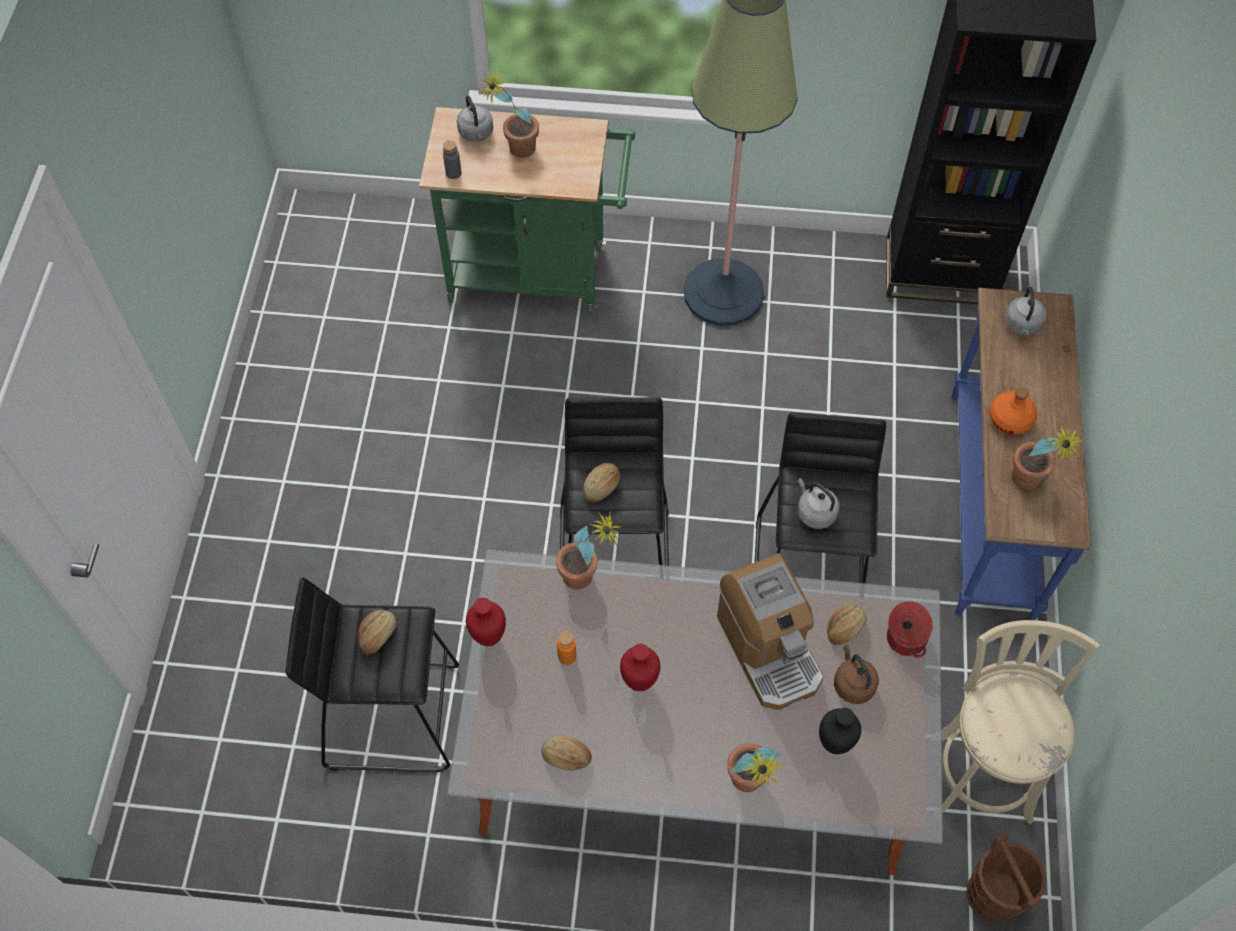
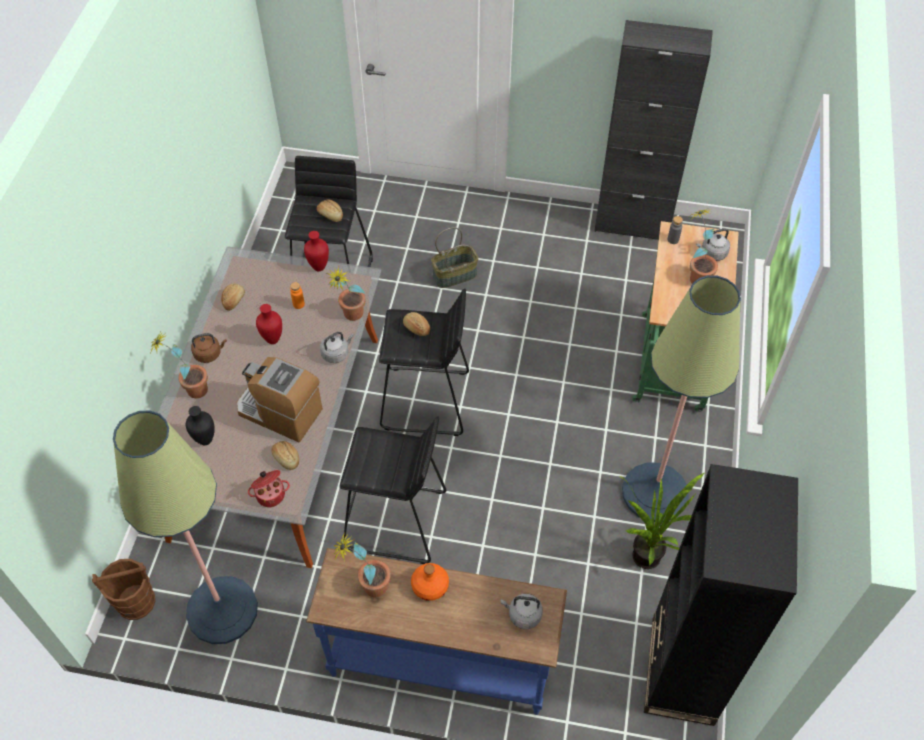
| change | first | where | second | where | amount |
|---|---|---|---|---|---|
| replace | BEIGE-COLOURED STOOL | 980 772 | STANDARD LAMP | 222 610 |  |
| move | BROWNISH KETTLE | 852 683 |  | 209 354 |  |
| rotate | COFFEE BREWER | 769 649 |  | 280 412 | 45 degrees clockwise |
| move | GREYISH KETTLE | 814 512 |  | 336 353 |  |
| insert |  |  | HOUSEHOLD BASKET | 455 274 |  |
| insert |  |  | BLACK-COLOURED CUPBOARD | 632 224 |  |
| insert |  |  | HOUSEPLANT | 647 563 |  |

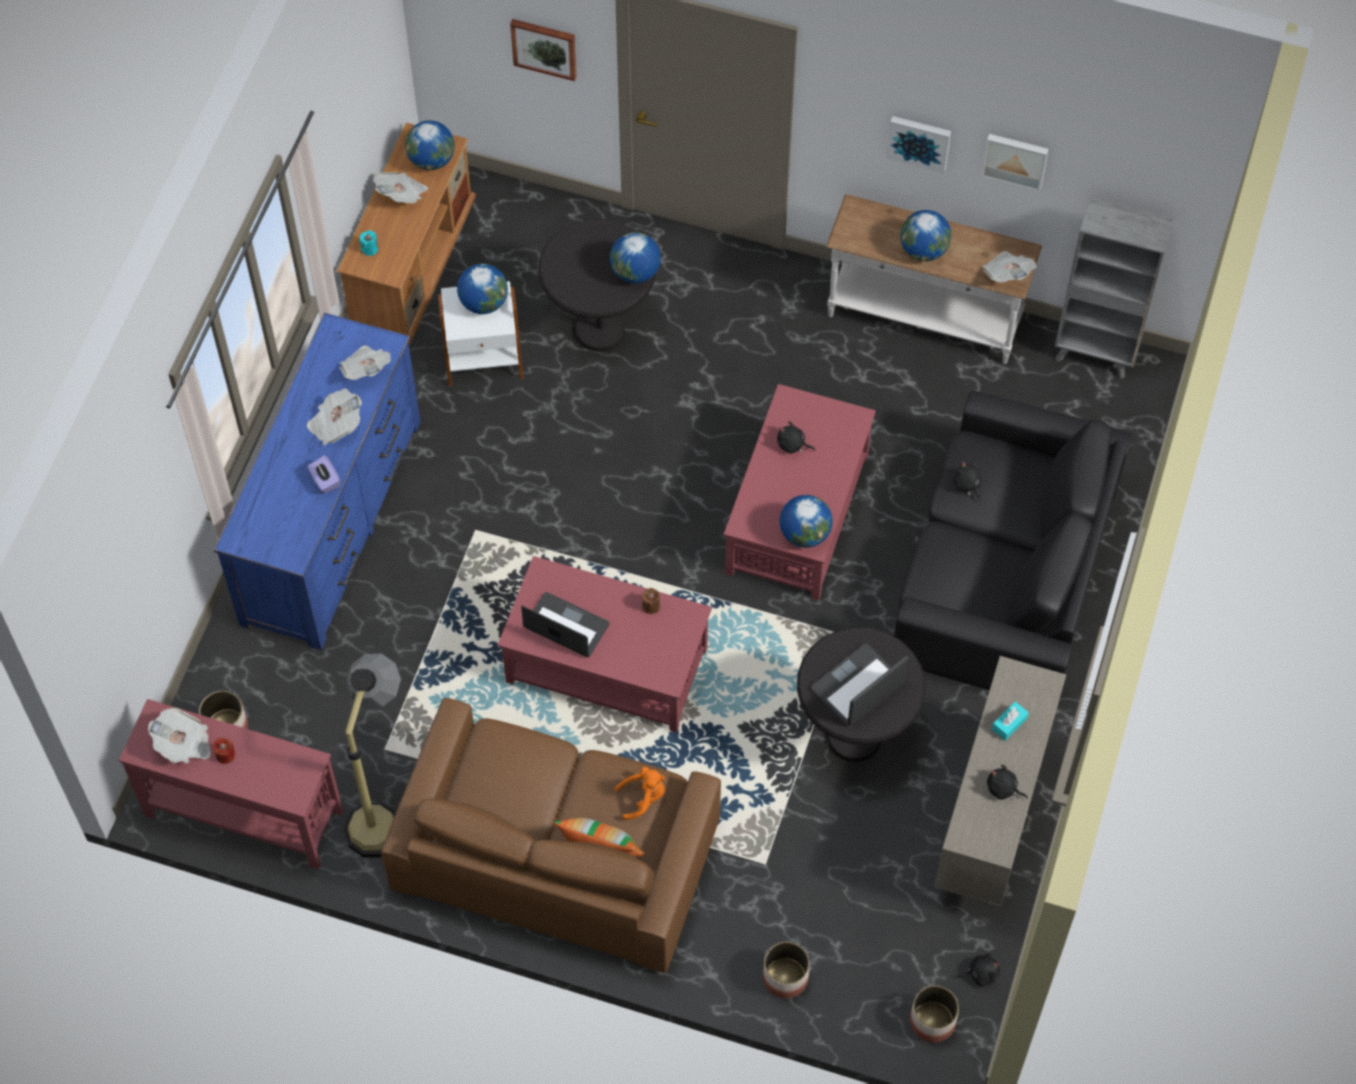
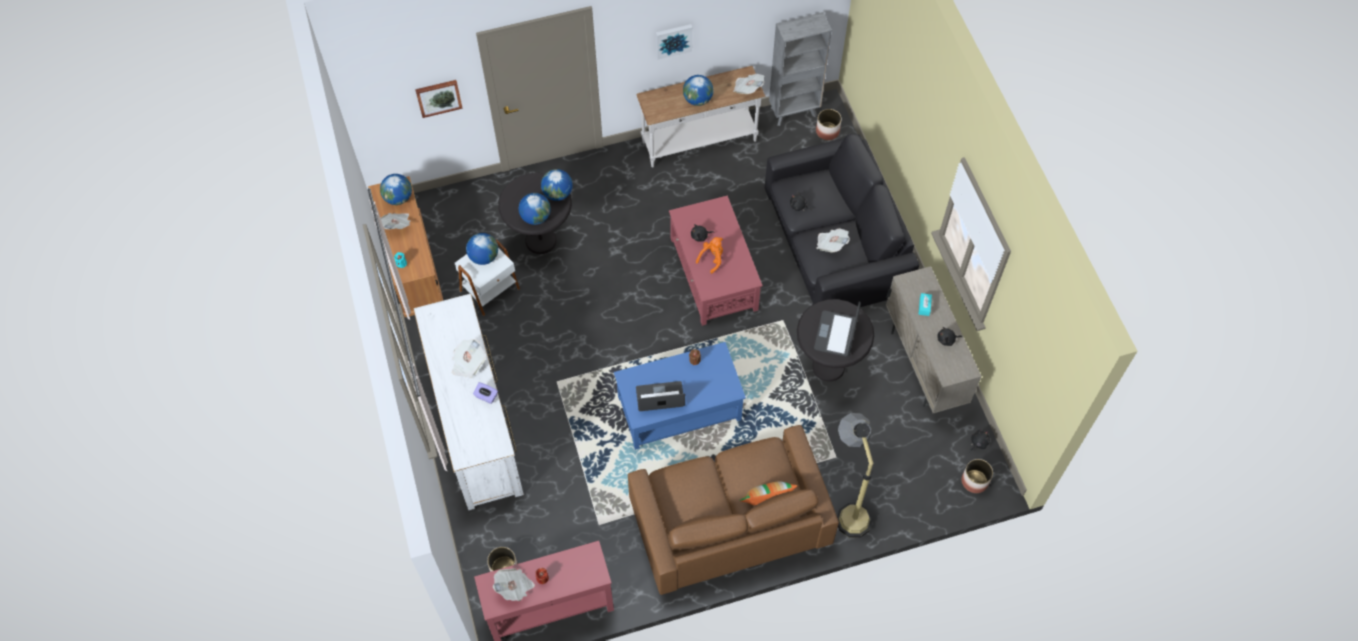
| change | first | where | second | where | amount |
|---|---|---|---|---|---|
| recolor | BLUE-COLOURED DRAWER CHEST | 332 521 | WHITE DRAWER CHEST | 475 424 |  |
| move | DESK GLOBE | 805 534 |  | 536 217 |  |
| recolor | REDDISH LOW TABLE | 606 664 | BLUE-COLOURED LOW TABLE | 678 408 |  |
| move | ORANGE-COLOURED CUDDLY TOY | 643 797 |  | 712 259 |  |
| move | PLANT POT | 785 977 |  | 827 131 |  |
| move | DAILY PAPER | 366 370 |  | 831 244 |  |
| move | STANDARD LAMP | 382 808 |  | 847 506 |  |
| delete | WALL ART | 1015 159 |  |  |  |

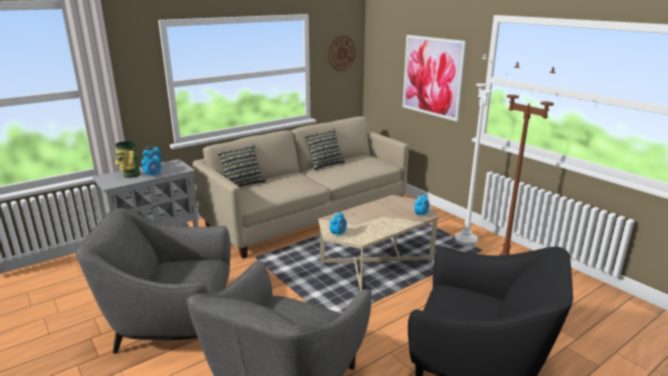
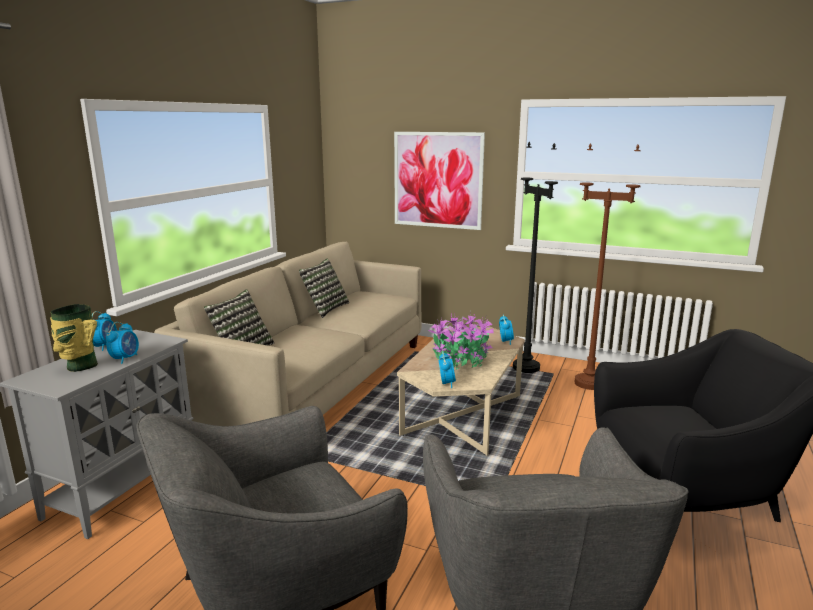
| change | first | where | second | where | amount |
|---|---|---|---|---|---|
| insert |  |  | HOUSEPLANT | 459 361 |  |
| recolor | WHITE STANDARD LAMP | 466 240 | BLACK-COLOURED STANDARD LAMP | 526 368 |  |
| delete | CLOCK ON THE WALL | 341 53 |  |  |  |

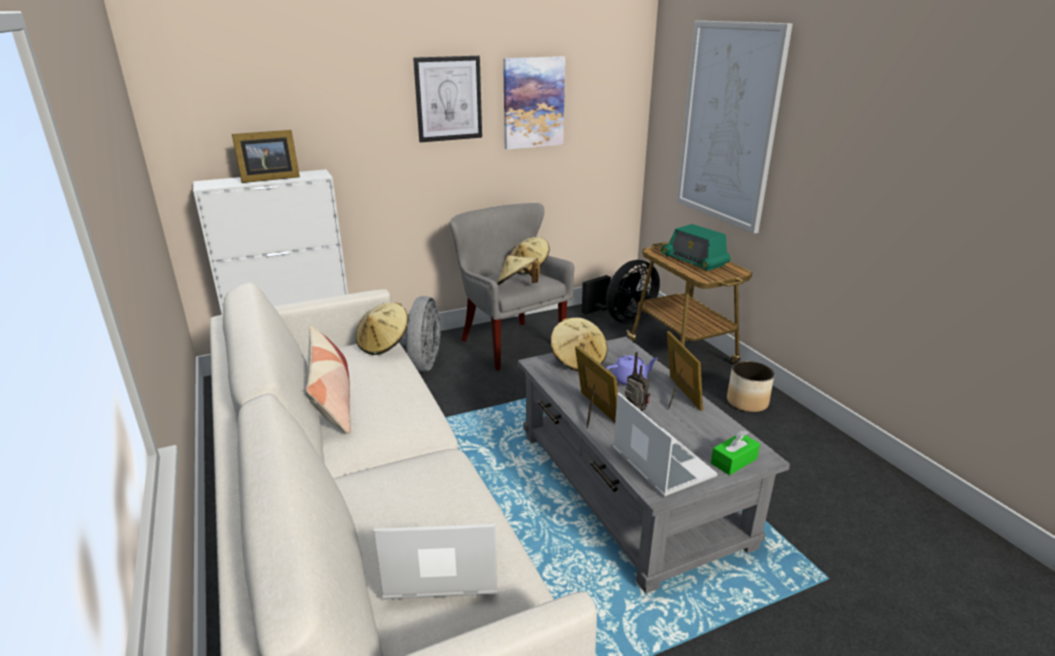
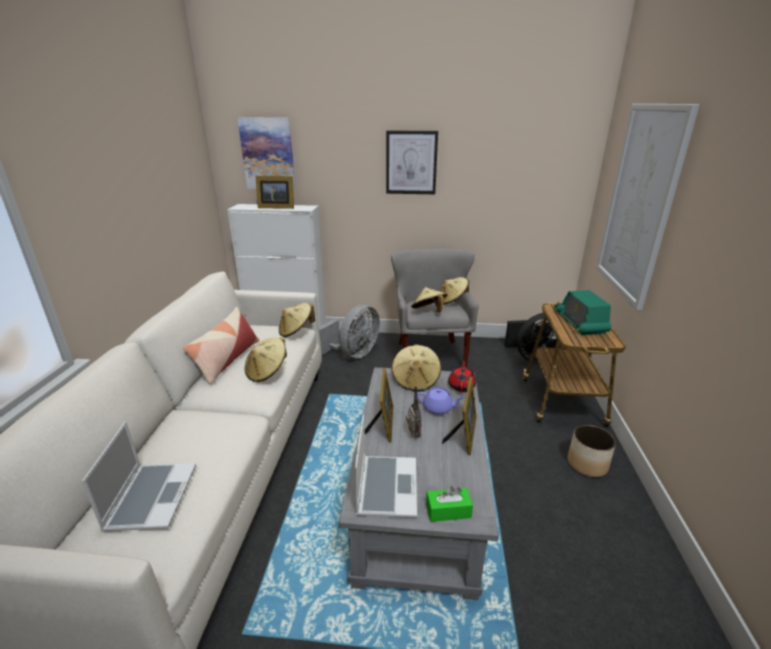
| change | first | where | second | where | amount |
|---|---|---|---|---|---|
| rotate | PORTABLE COMPUTER | 441 568 |  | 151 496 | 60 degrees clockwise |
| move | WALL ART | 533 103 |  | 268 154 |  |
| insert |  |  | BEIGE-COLOURED HAT | 267 372 |  |
| insert |  |  | REDDISH POT FOR TEA | 461 386 |  |

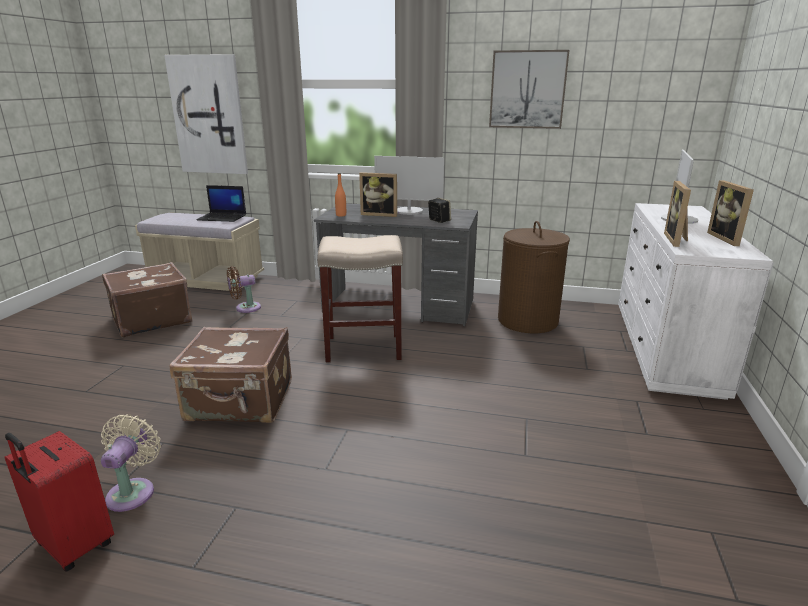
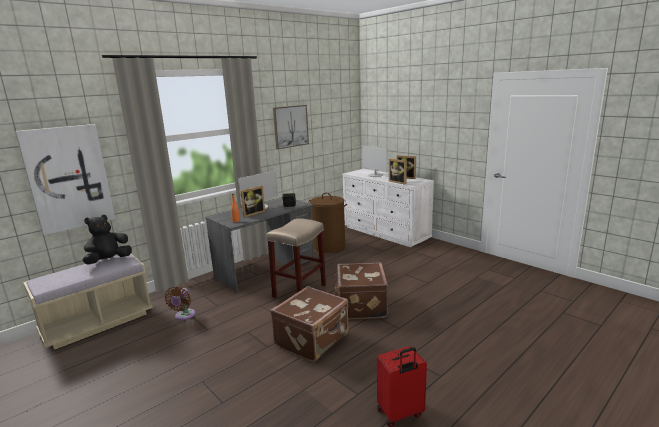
| change | first | where | second | where | amount |
|---|---|---|---|---|---|
| replace | PORTABLE COMPUTER | 223 217 | BLACK-COLOURED CUDDLY TOY | 108 260 |  |
| move | BROWNISH SUITCASE | 151 320 |  | 360 306 |  |
| delete | BEIGE-COLOURED COOLING FAN | 133 491 |  |  |  |

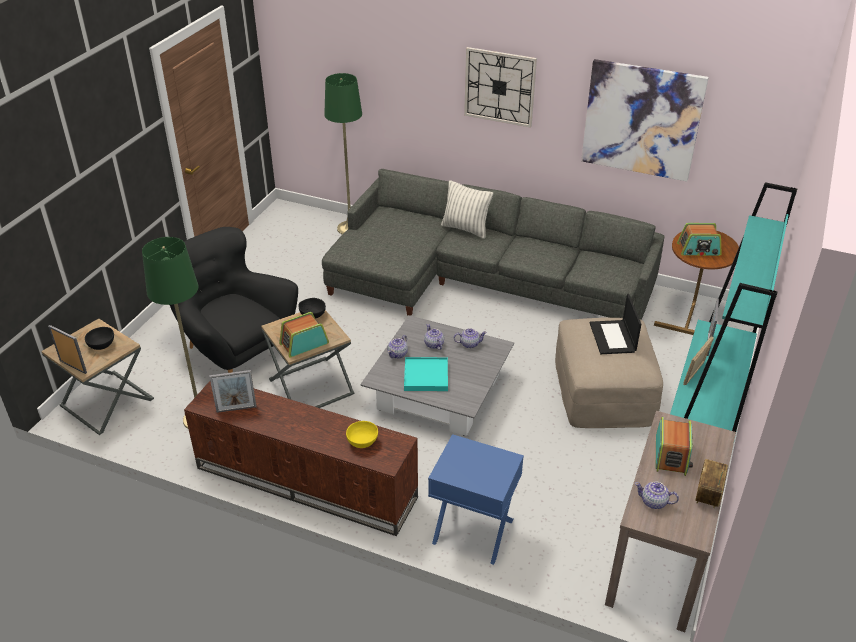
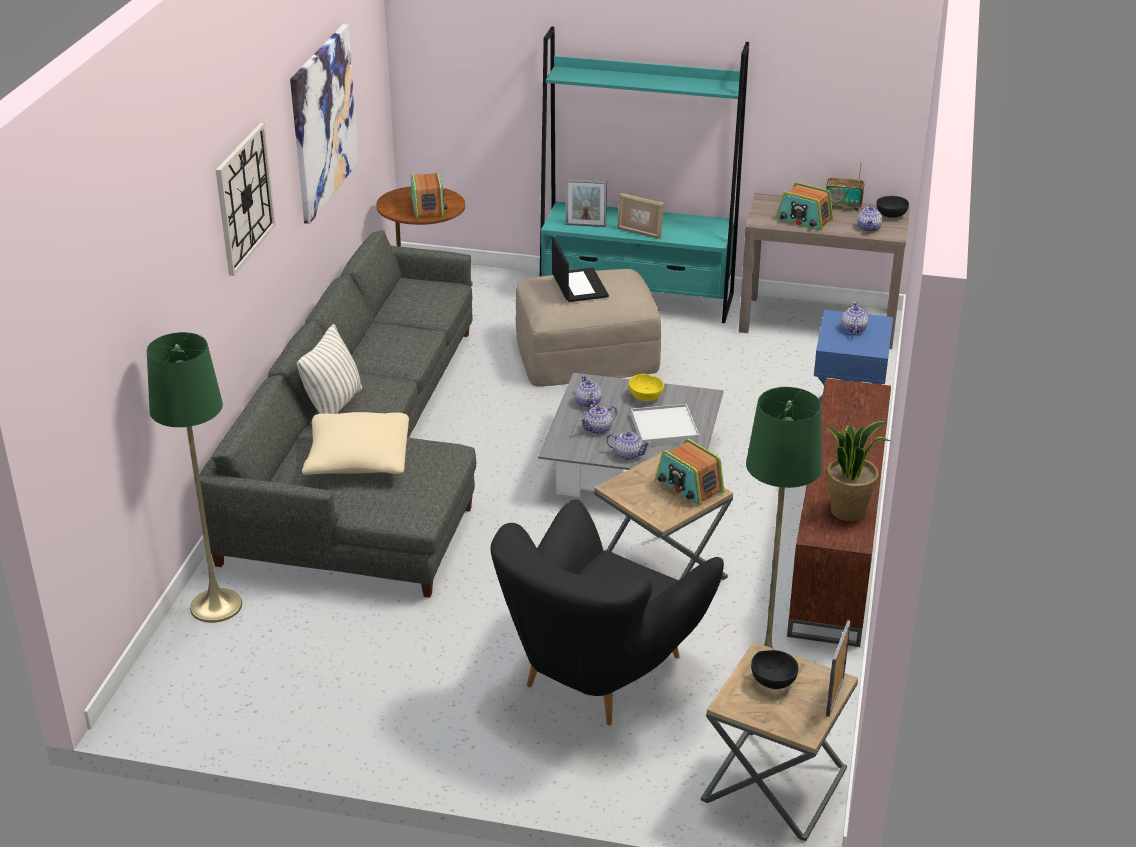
| change | first | where | second | where | amount |
|---|---|---|---|---|---|
| insert |  |  | BEIGE-COLOURED PILLOW | 358 459 |  |
| rotate | PORTABLE COMPUTER | 613 338 |  | 578 285 | 90 degrees counterclockwise |
| move | YELLOW-COLOURED BOWL | 363 442 |  | 646 397 |  |
| recolor | TURQUOISE-COLOURED SERVING TRAY | 426 376 | WHITE SERVING TRAY | 664 429 |  |
| rotate | RADIO | 671 455 |  | 804 220 | 150 degrees counterclockwise |
| replace | PHOTO FRAME | 236 409 | HOUSEPLANT | 848 510 |  |
| insert |  |  | POT FOR TEA | 853 329 |  |
| move | BLACK-COLOURED BOWL | 312 315 |  | 890 216 |  |

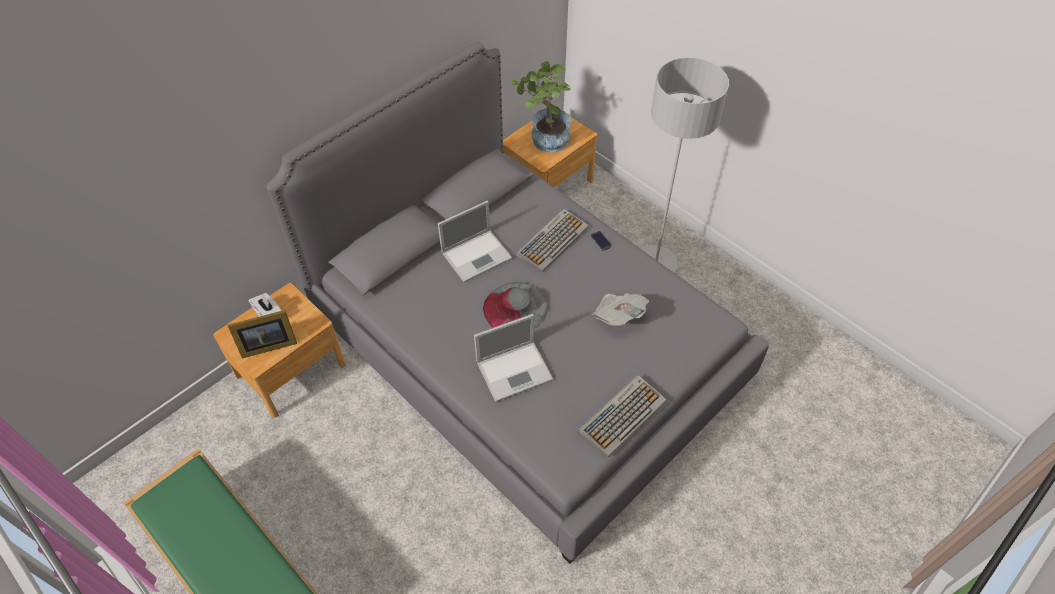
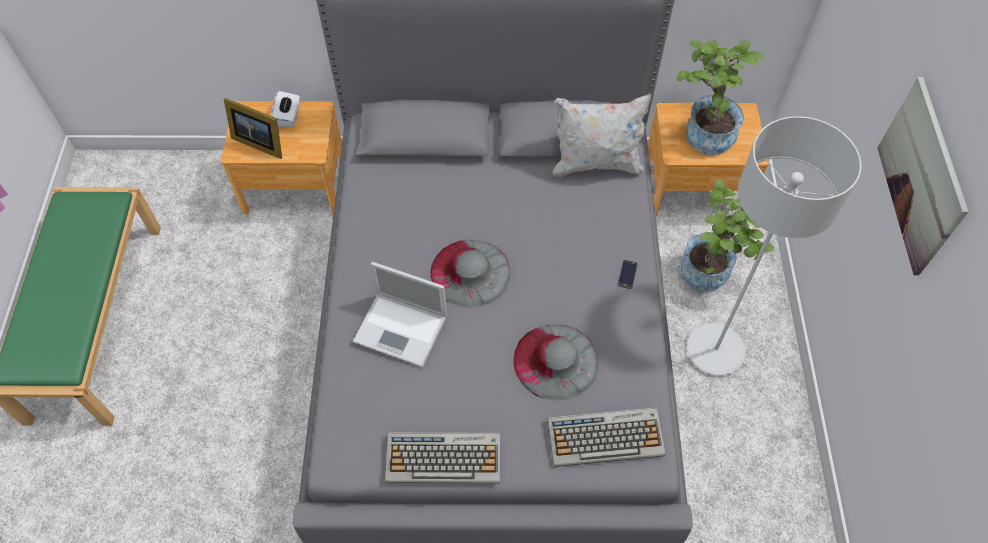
| change | first | where | second | where | amount |
|---|---|---|---|---|---|
| replace | DAILY PAPER | 618 315 | GREYISH HAT | 556 361 |  |
| move | PC KEYBOARD | 552 240 |  | 606 437 |  |
| insert |  |  | WHITE PILLOW | 596 164 |  |
| insert |  |  | HOUSEPLANT | 711 273 |  |
| insert |  |  | WALL ART | 921 176 |  |
| delete | PORTABLE COMPUTER | 477 255 |  |  |  |

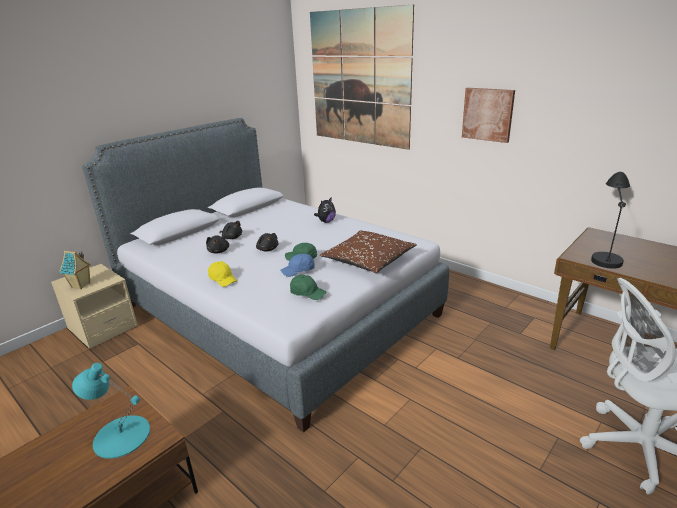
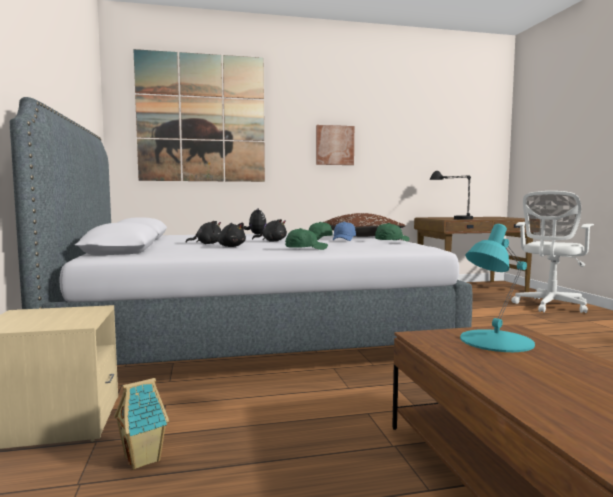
| change | first | where | second | where | amount |
|---|---|---|---|---|---|
| move | TOY HOUSE | 81 285 |  | 144 459 |  |
| recolor | YELLOW-COLOURED PEAKED CAP | 223 279 | GREENISH PEAKED CAP | 305 249 |  |

